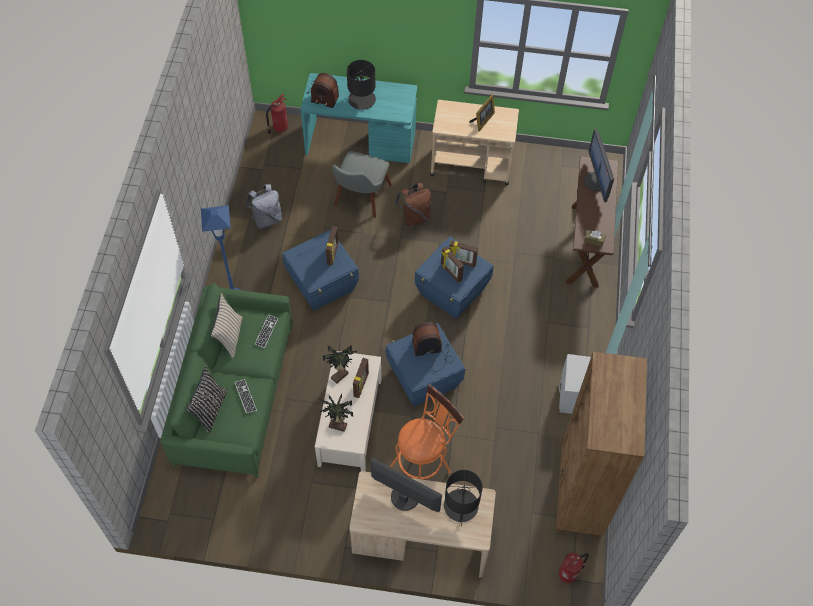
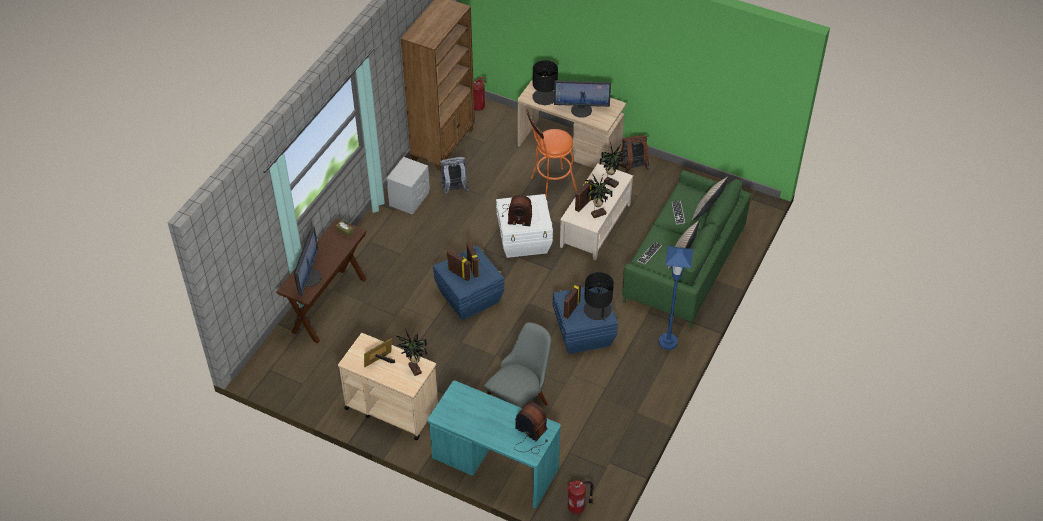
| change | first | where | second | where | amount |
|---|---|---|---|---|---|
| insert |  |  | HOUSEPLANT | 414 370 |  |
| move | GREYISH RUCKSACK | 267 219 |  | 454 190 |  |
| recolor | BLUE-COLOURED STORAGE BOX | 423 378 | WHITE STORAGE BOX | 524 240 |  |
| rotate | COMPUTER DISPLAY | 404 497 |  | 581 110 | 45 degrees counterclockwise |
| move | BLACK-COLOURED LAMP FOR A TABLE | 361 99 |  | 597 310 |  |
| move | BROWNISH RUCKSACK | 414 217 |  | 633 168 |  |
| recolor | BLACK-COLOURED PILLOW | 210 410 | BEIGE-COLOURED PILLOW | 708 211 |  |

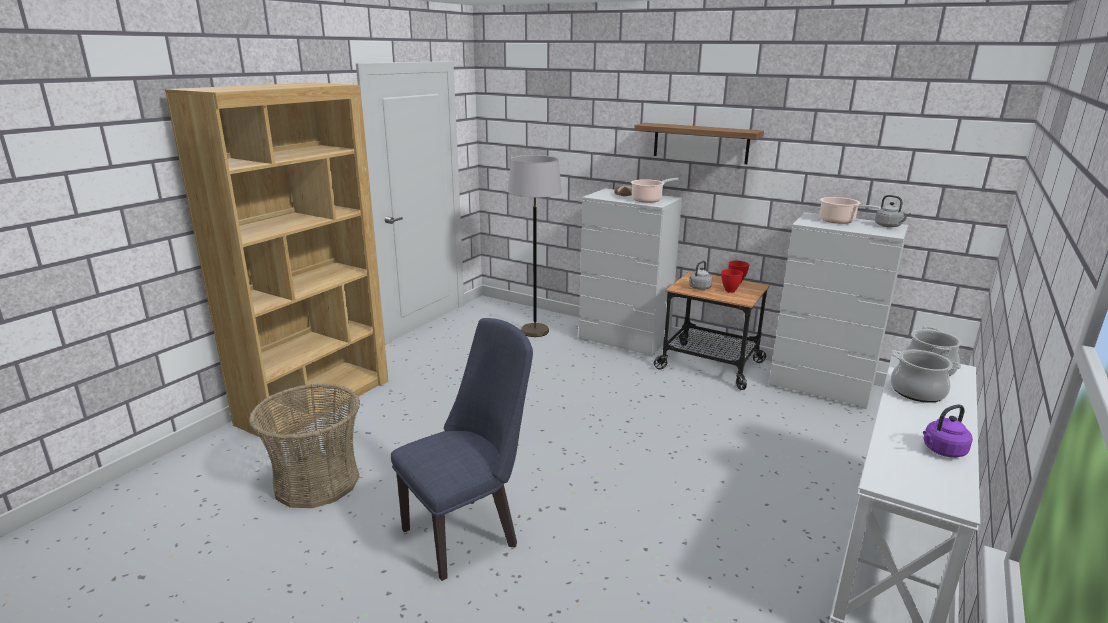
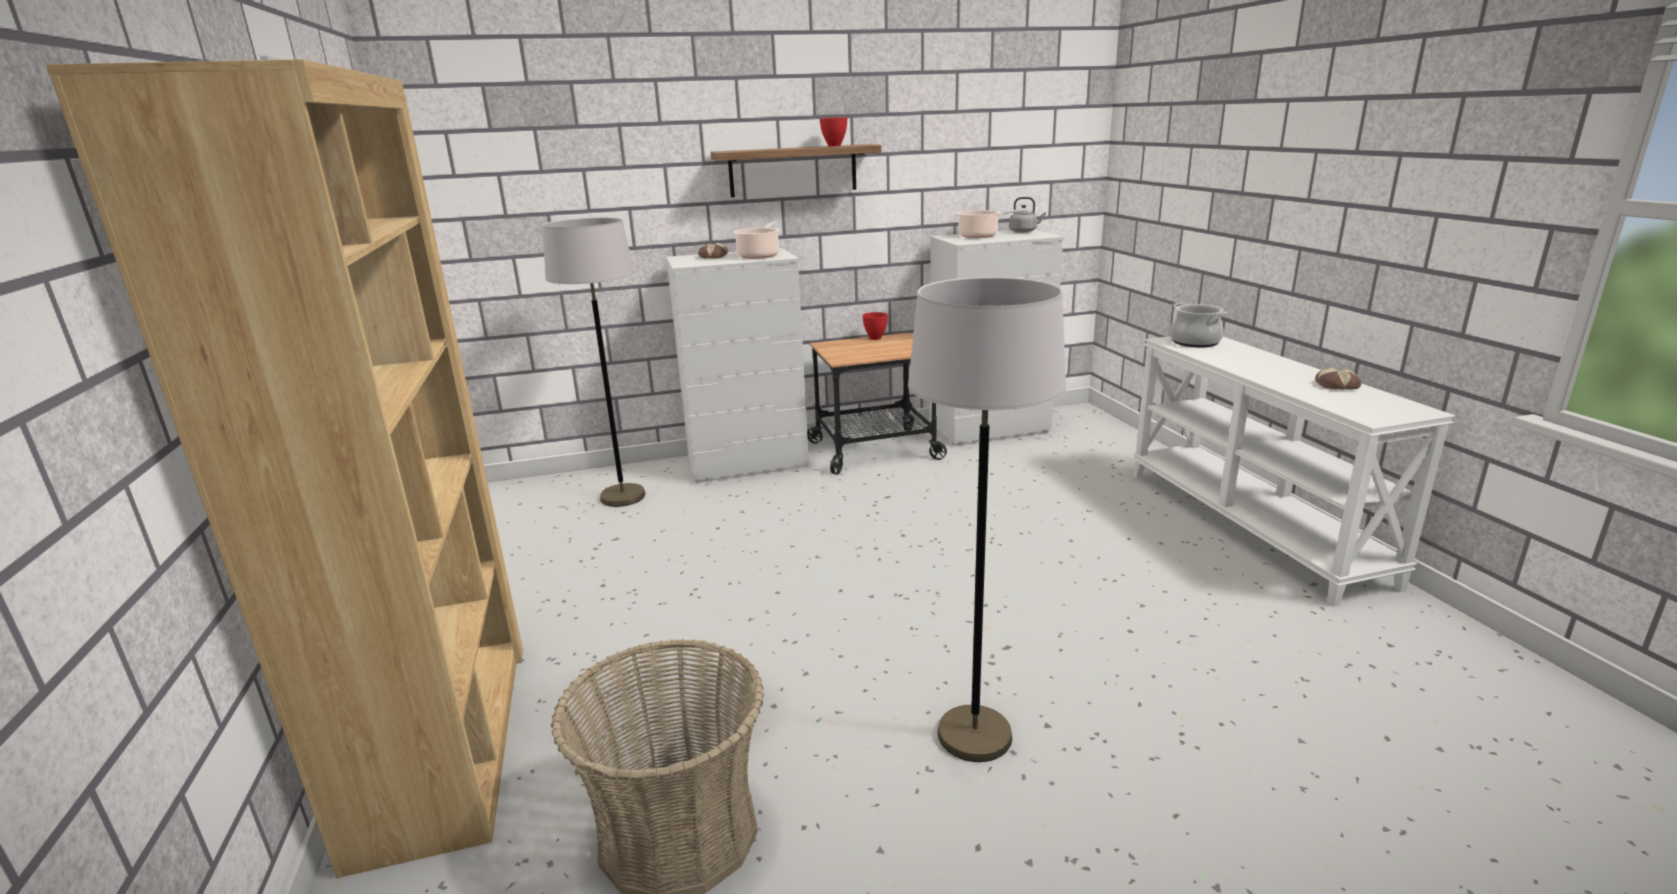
| change | first | where | second | where | amount |
|---|---|---|---|---|---|
| move | REDDISH BOWL | 730 291 |  | 835 146 |  |
| replace | BLUE-COLOURED PLAIN CHAIR | 468 532 | GREYISH STANDARD LAMP | 974 735 |  |
| replace | PURPLE-COLOURED KETTLE | 942 451 | BAKED BREAD | 1337 386 |  |
| delete | GREYISH KETTLE | 699 288 |  |  |  |
| delete | STOCKPOT | 917 392 |  |  |  |

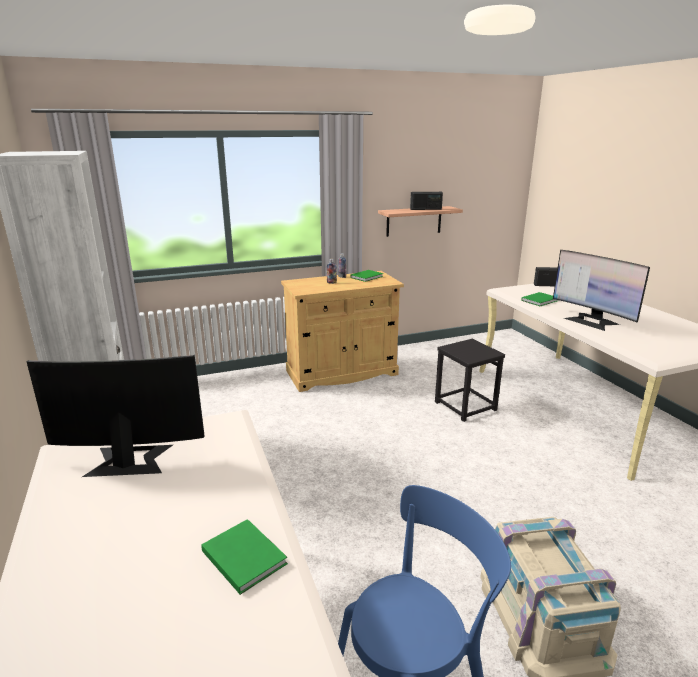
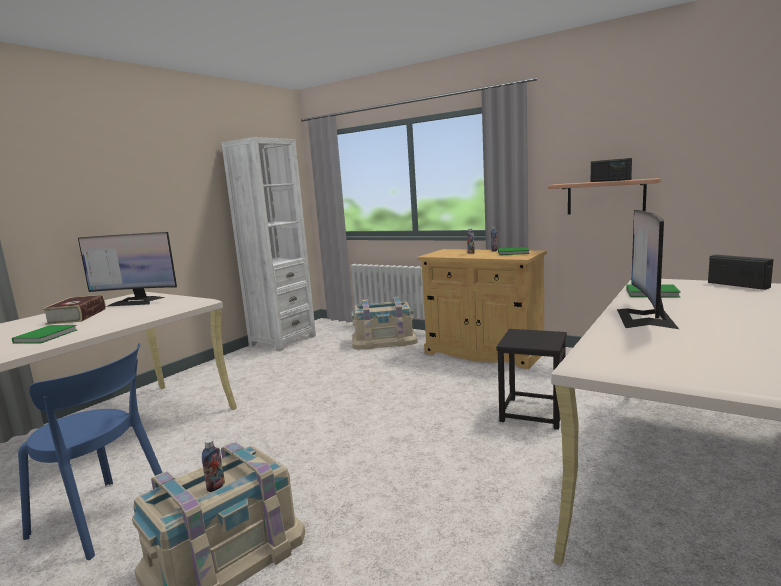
| change | first | where | second | where | amount |
|---|---|---|---|---|---|
| insert |  |  | BOUND BOOK | 77 316 |  |
| rotate | COMPUTER DISPLAY | 129 460 |  | 136 301 | 135 degrees clockwise |
| insert |  |  | BOTTLE | 216 486 |  |
| insert |  |  | BEIGE-COLOURED STORAGE BOX | 384 340 |  |

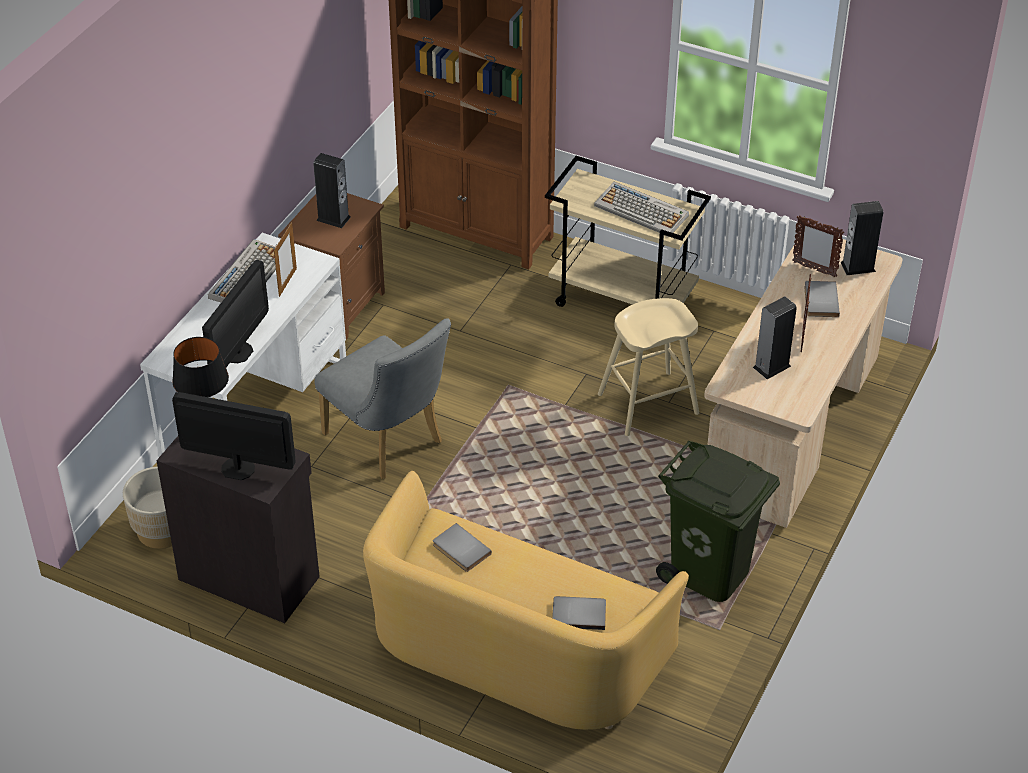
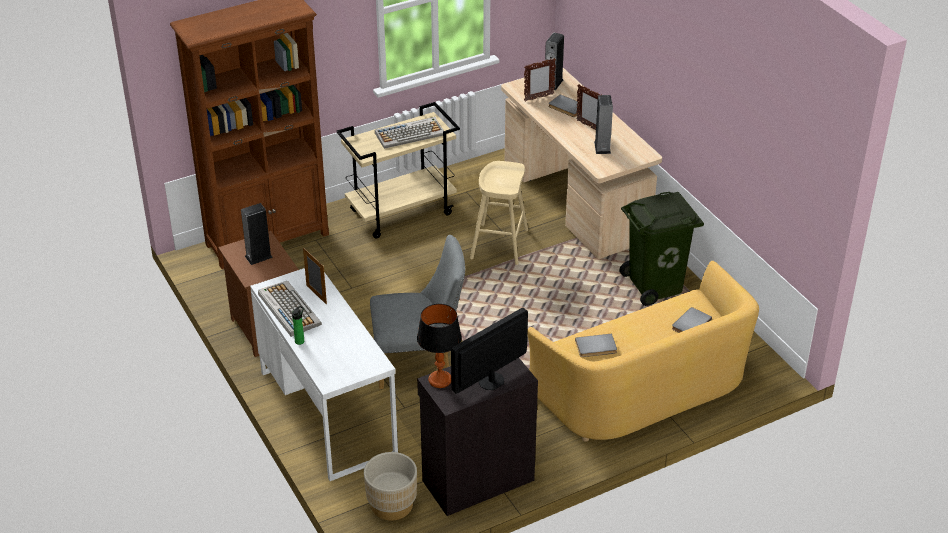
| change | first | where | second | where | amount |
|---|---|---|---|---|---|
| insert |  |  | BOTTLE | 300 340 |  |
| delete | COMPUTER DISPLAY | 238 352 |  |  |  |

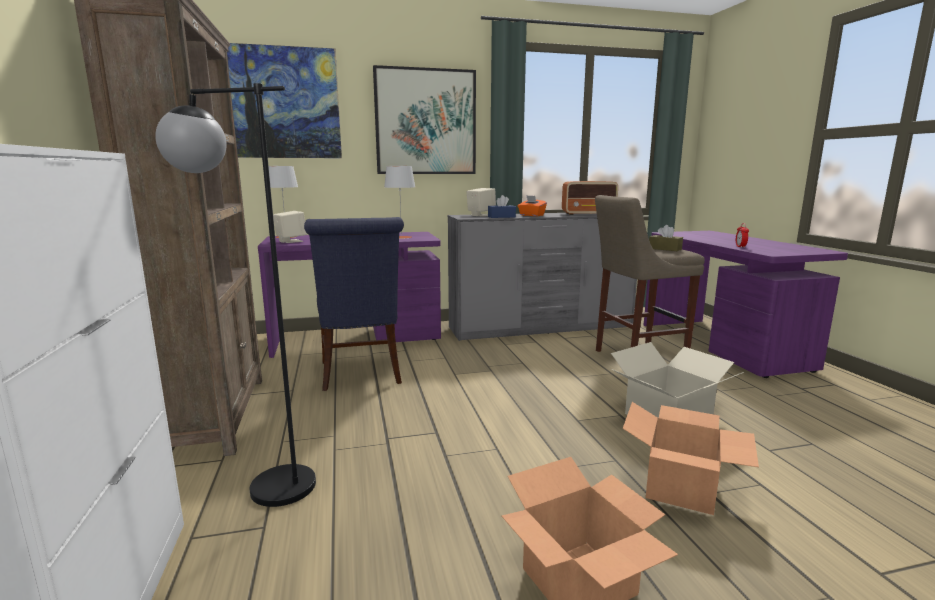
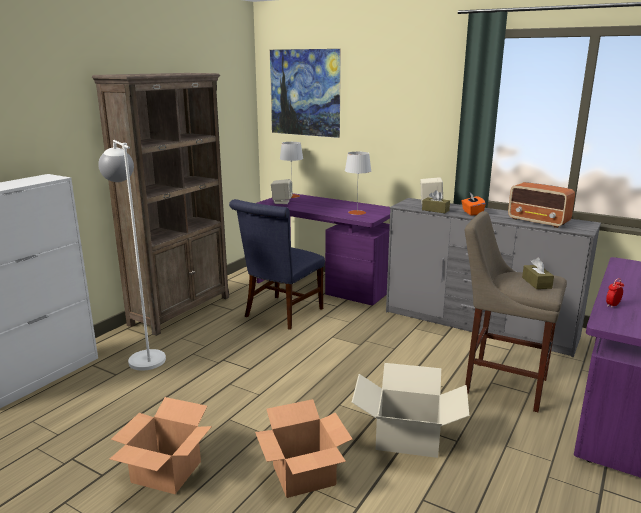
| change | first | where | second | where | amount |
|---|---|---|---|---|---|
| recolor | BLACK-COLOURED STANDARD LAMP | 262 484 | WHITE STANDARD LAMP | 143 355 |  |
| recolor | BLUE-COLOURED TISSUE BOX | 501 217 | BROWNISH TISSUE BOX | 435 210 |  |
| delete | WALL ART | 425 122 |  |  |  |

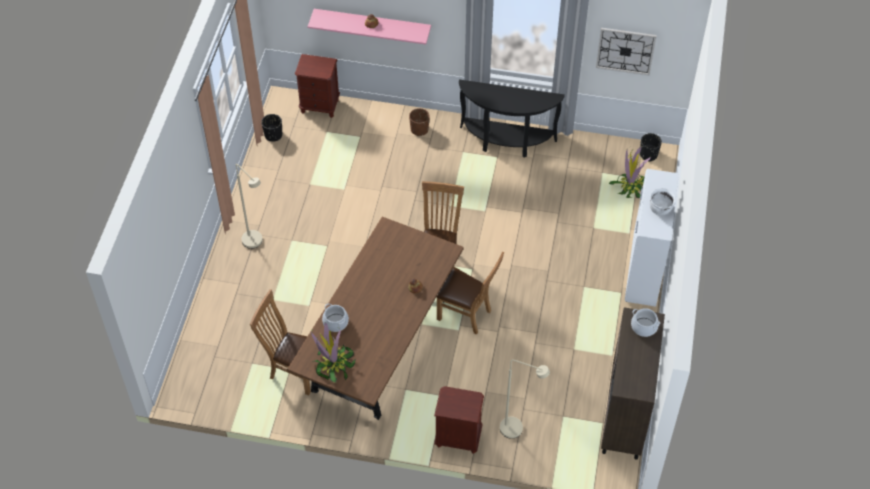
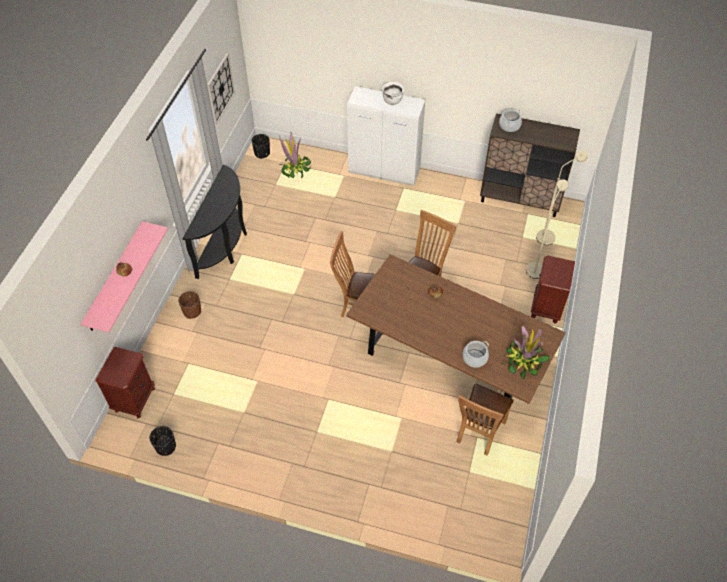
| change | first | where | second | where | amount |
|---|---|---|---|---|---|
| move | BEIGE-COLOURED STANDARD LAMP | 255 244 |  | 549 235 |  |

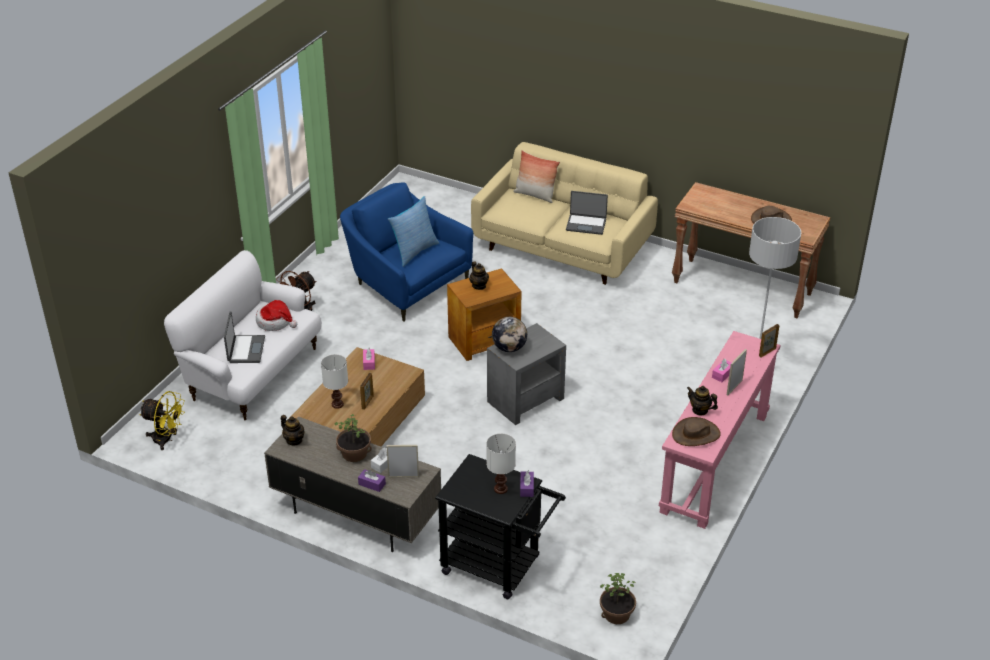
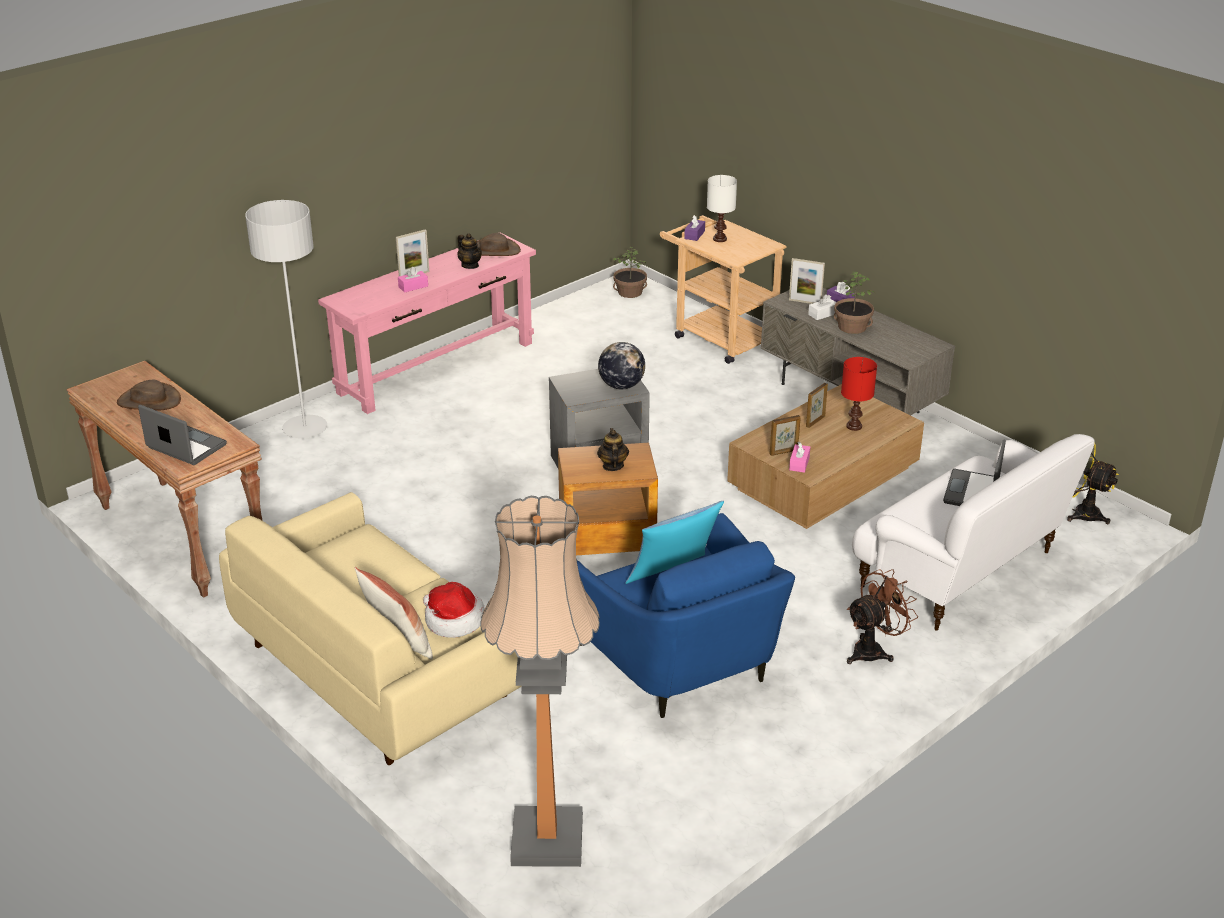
| change | first | where | second | where | amount |
|---|---|---|---|---|---|
| move | PORTABLE COMPUTER | 586 224 |  | 185 447 |  |
| move | HAT | 275 322 |  | 453 620 |  |
| insert |  |  | STANDARD LAMP | 547 840 |  |
| recolor | BLACK-COLOURED WHEELED CART | 498 567 | BEIGE-COLOURED WHEELED CART | 718 336 |  |
| move | PHOTO FRAME | 767 352 |  | 784 452 |  |
| recolor | WHITE LAMP FOR A TABLE | 337 404 | REDDISH LAMP FOR A TABLE | 854 426 |  |
| delete | POT FOR TEA | 294 440 |  |  |  |

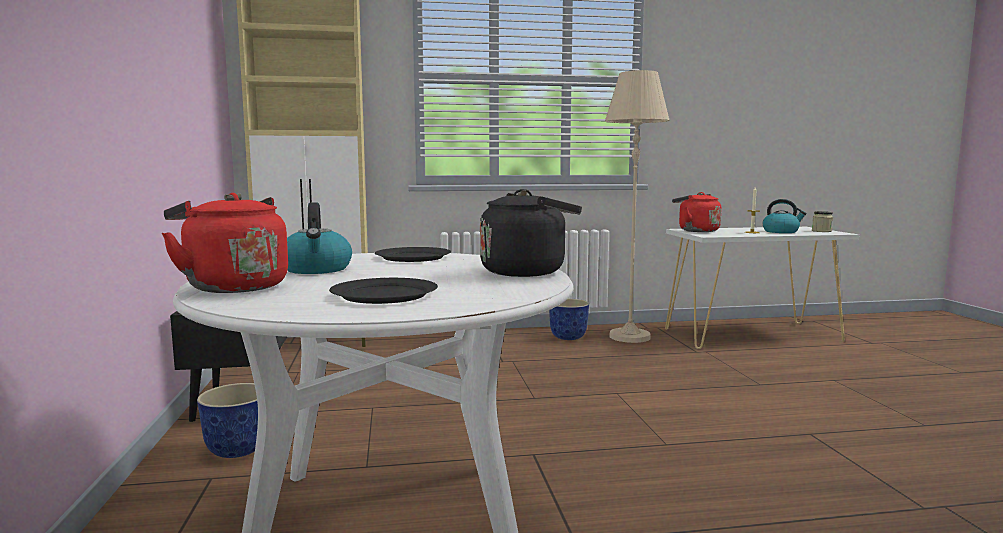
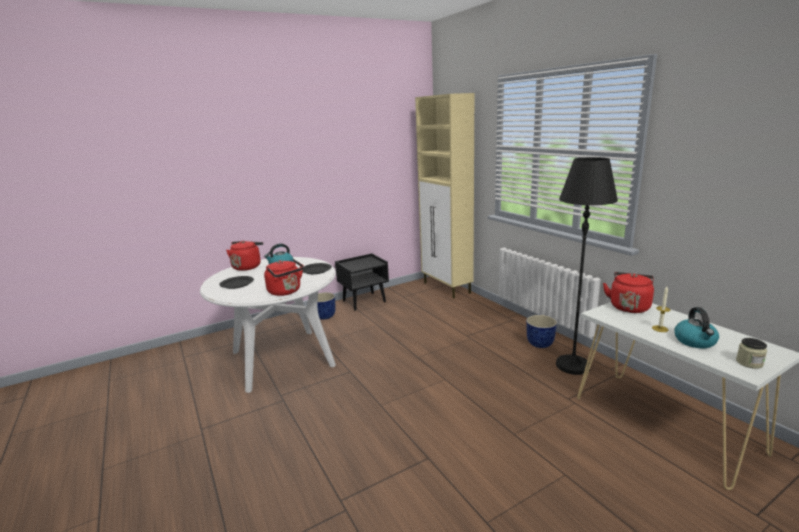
| change | first | where | second | where | amount |
|---|---|---|---|---|---|
| recolor | BLACK-COLOURED KETTLE | 527 272 | REDDISH KETTLE | 286 292 |  |
| recolor | BEIGE-COLOURED STANDARD LAMP | 629 337 | BLACK-COLOURED STANDARD LAMP | 572 365 |  |

